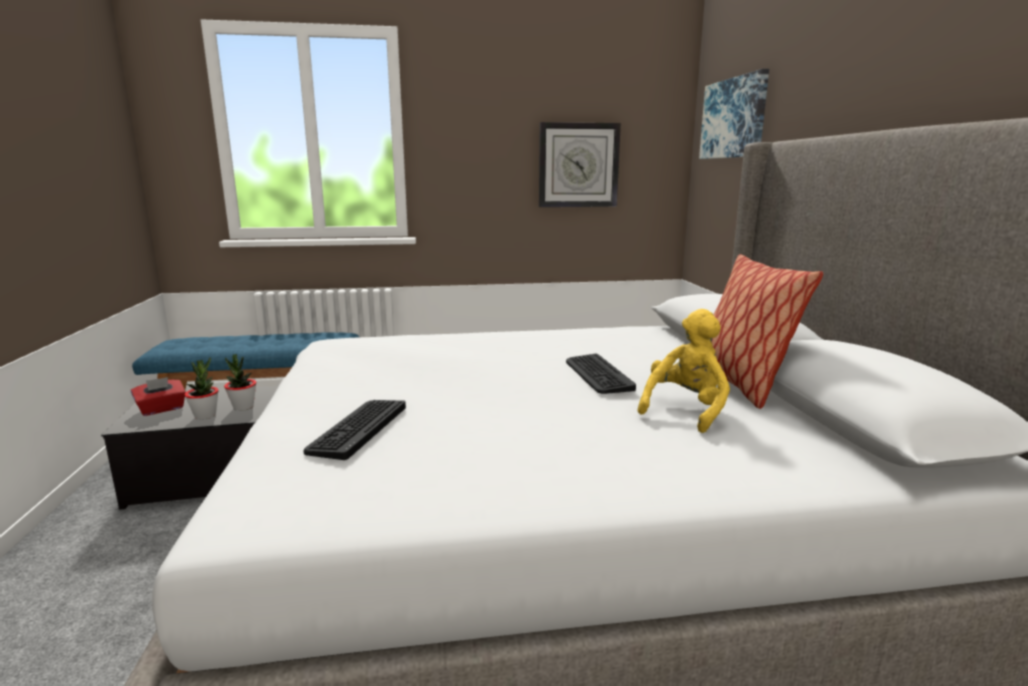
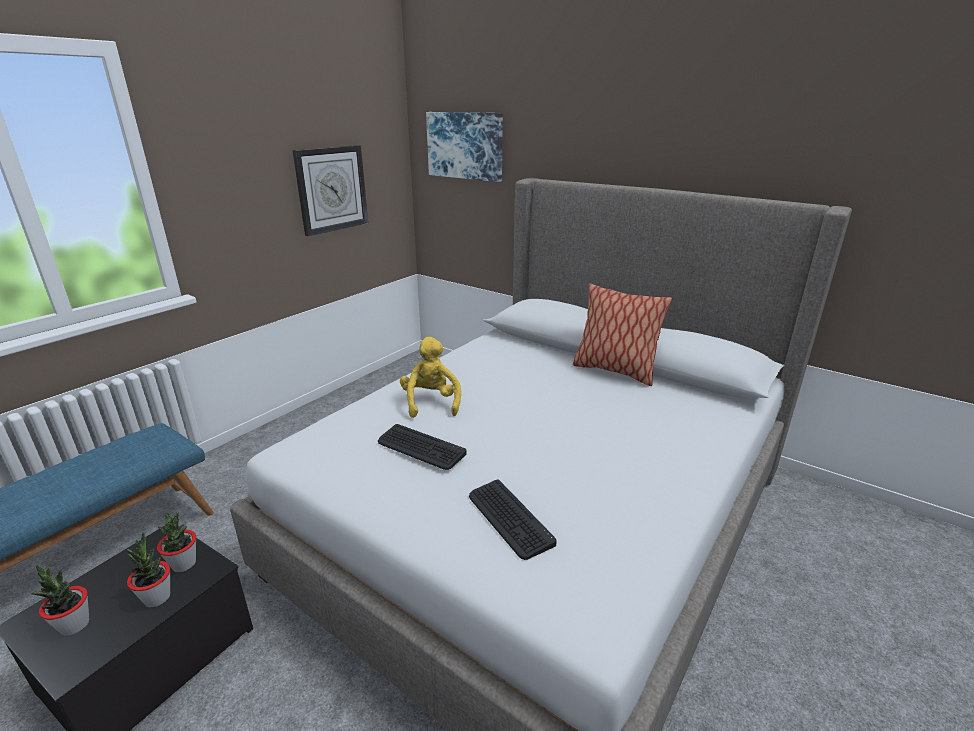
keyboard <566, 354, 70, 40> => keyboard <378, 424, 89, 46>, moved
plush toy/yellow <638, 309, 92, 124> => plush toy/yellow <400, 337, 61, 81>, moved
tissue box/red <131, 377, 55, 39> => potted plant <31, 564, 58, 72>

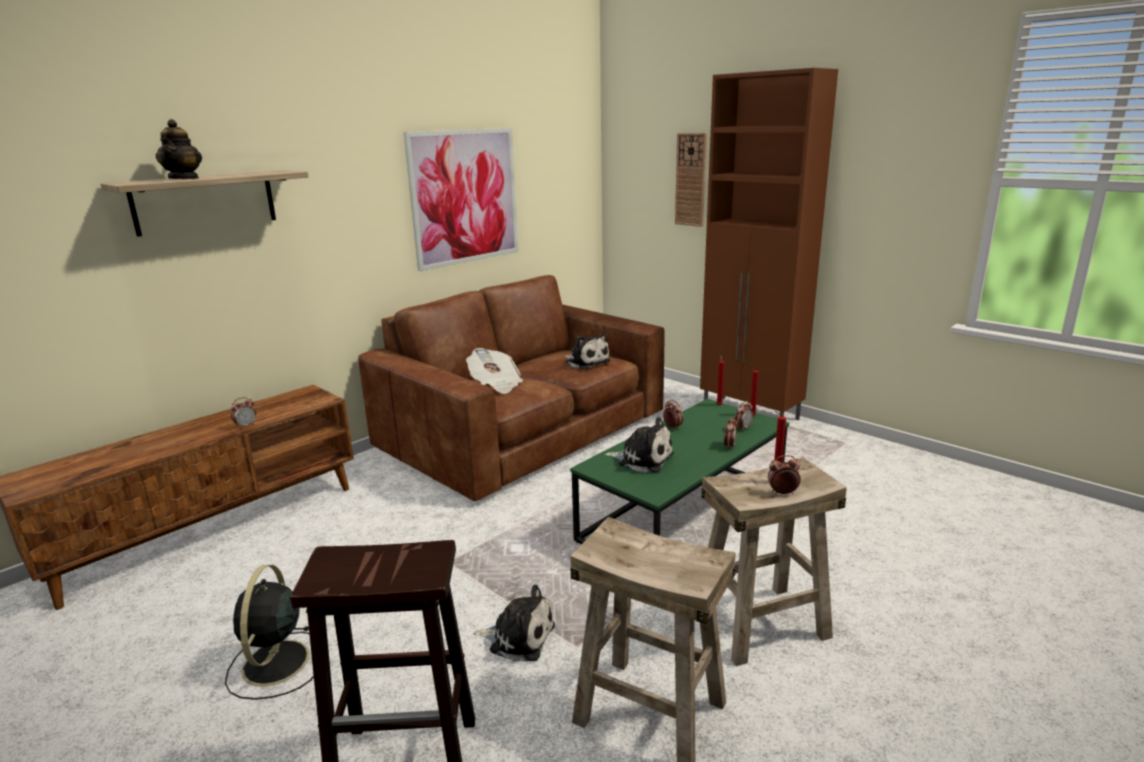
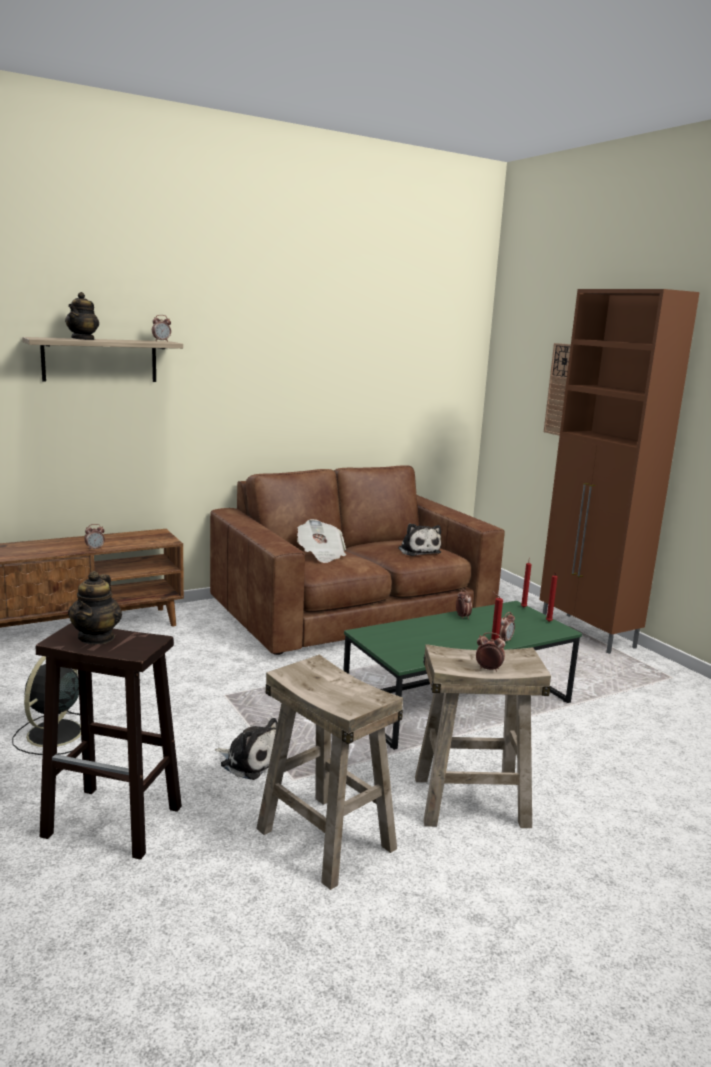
picture <404, 128, 115, 143> => nothing
plush toy <604, 417, 70, 55> => nothing
nothing => teapot <68, 571, 54, 74>
alarm clock <735, 401, 18, 29> => alarm clock <152, 315, 19, 27>, moved

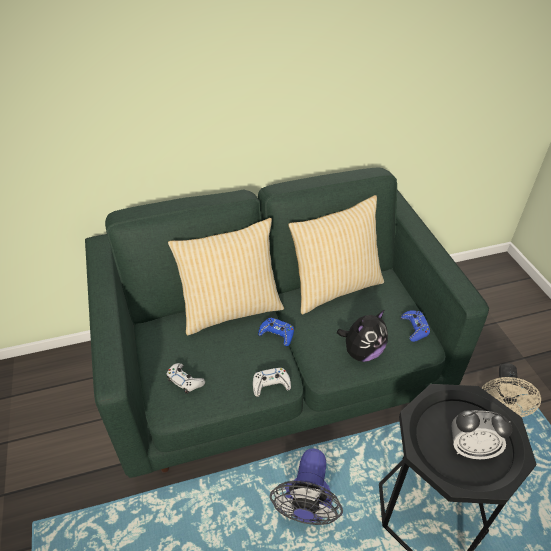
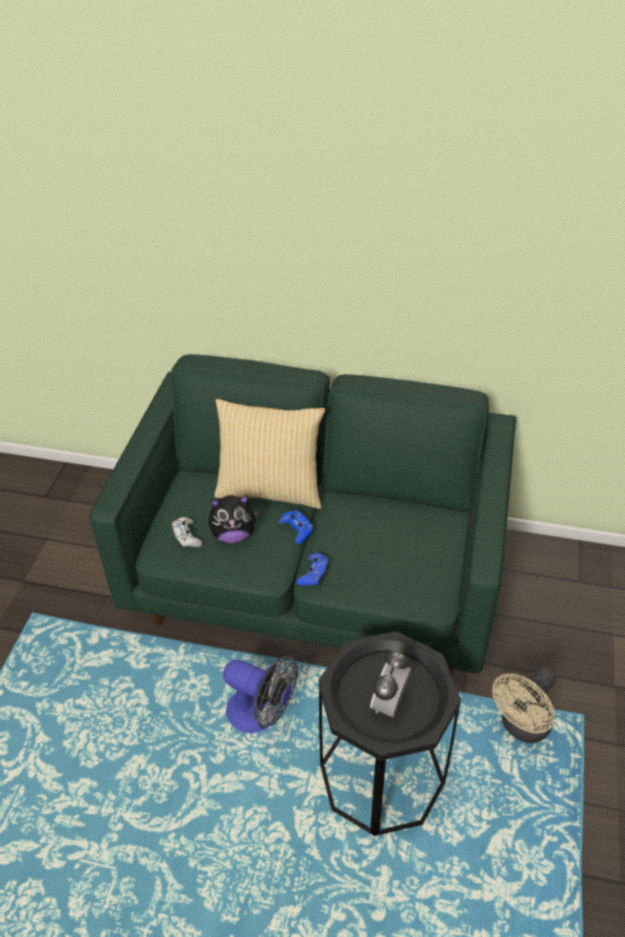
game controller/white <253, 368, 38, 29> => nothing
pillow <288, 195, 96, 120> => nothing
plush toy <337, 310, 51, 52> => plush toy <208, 495, 50, 48>, moved
game controller/blue <401, 310, 30, 32> => game controller/blue <297, 553, 32, 33>, moved
fan <270, 448, 73, 77> => fan <223, 655, 75, 79>, 105 degrees counterclockwise
alarm clock <452, 410, 60, 49> => alarm clock <370, 650, 42, 67>, 75 degrees clockwise

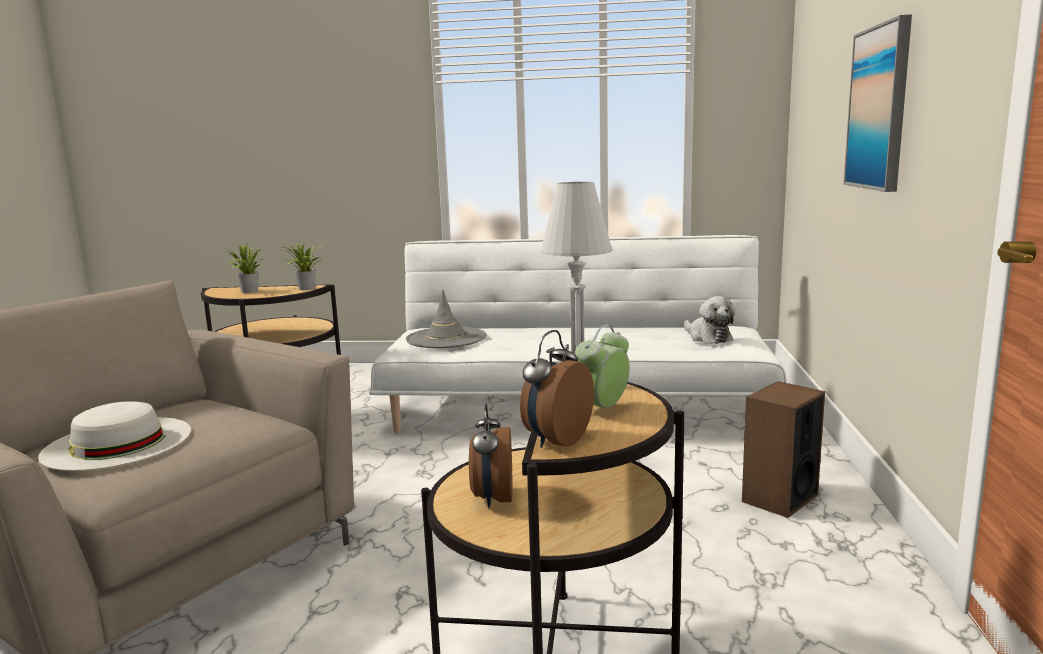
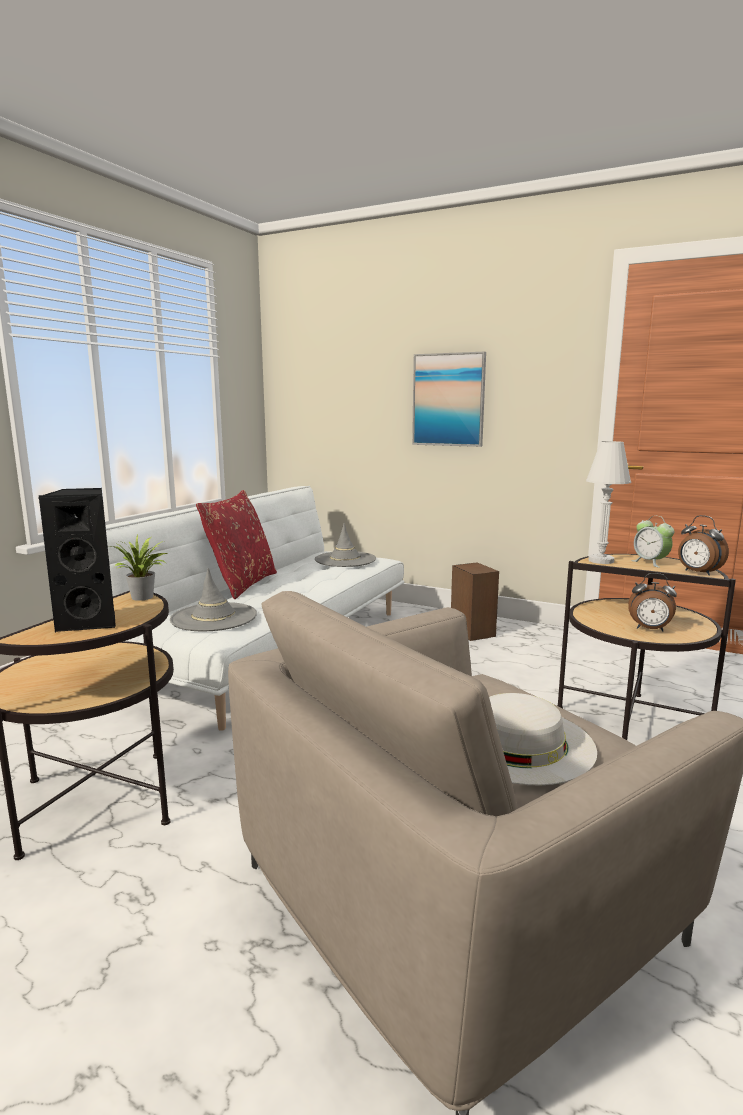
nothing => pillow/red <196, 490, 81, 109>
potted plant <223, 243, 42, 50> => speaker/black <39, 488, 77, 144>
plush toy <684, 296, 51, 48> => hat/grey <315, 523, 61, 44>

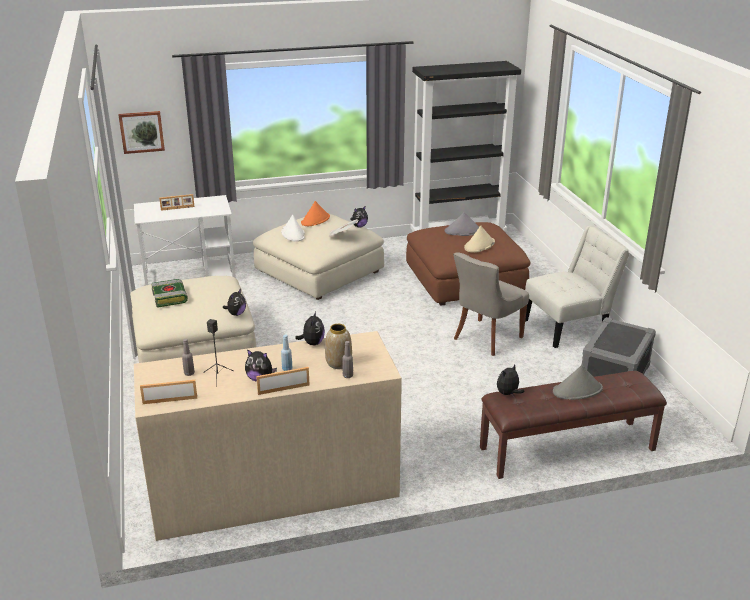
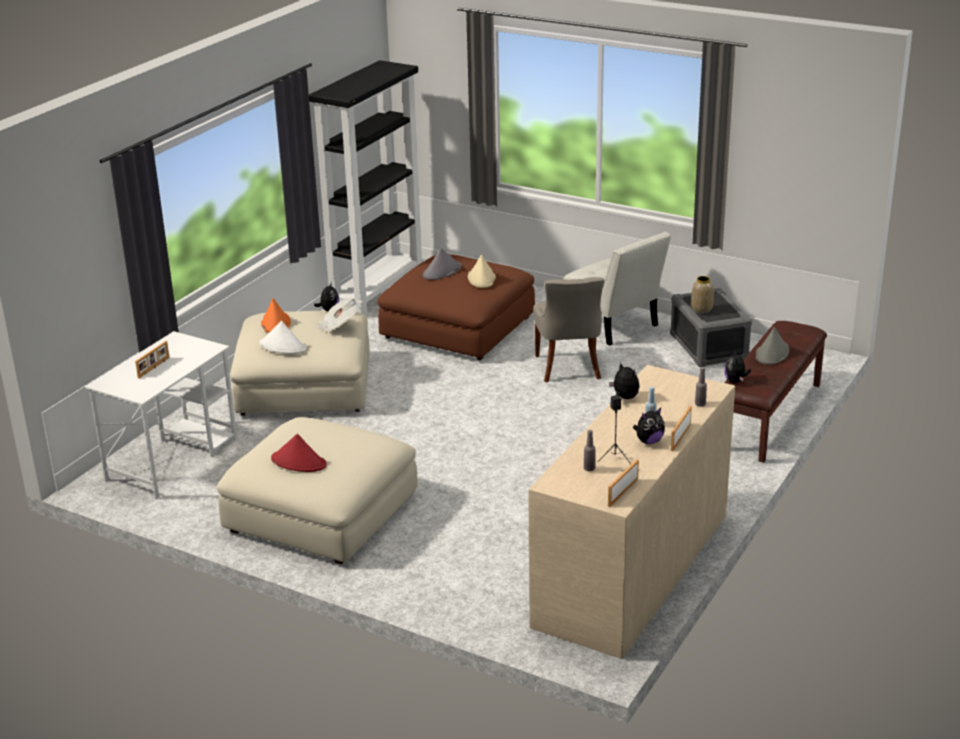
picture <118, 111, 47, 43> => nothing
plush toy <223, 289, 23, 27> => nothing
vase <325, 324, 27, 45> => vase <691, 276, 23, 38>, moved
book <151, 279, 37, 28> => hat/red <271, 434, 56, 38>
chair/white <525, 226, 105, 122> => chair/white <563, 232, 108, 114>, 120 degrees clockwise

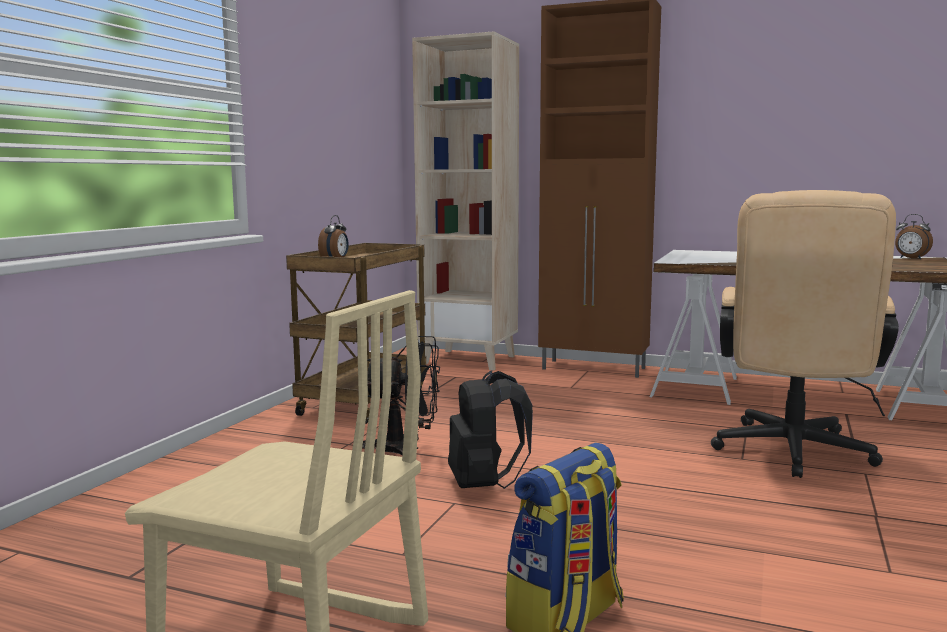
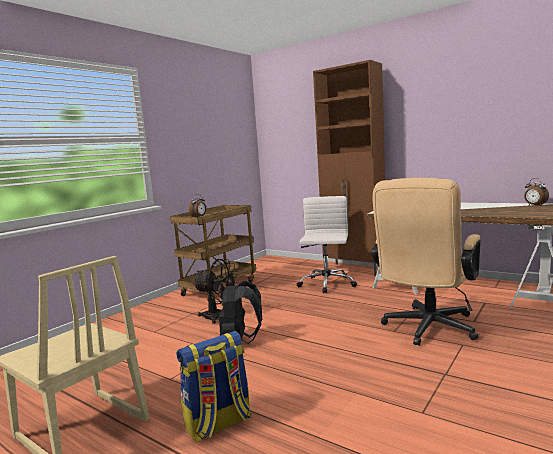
bookcase/beige <412, 31, 107, 339> => nothing
nothing => office chair/white <297, 196, 60, 97>

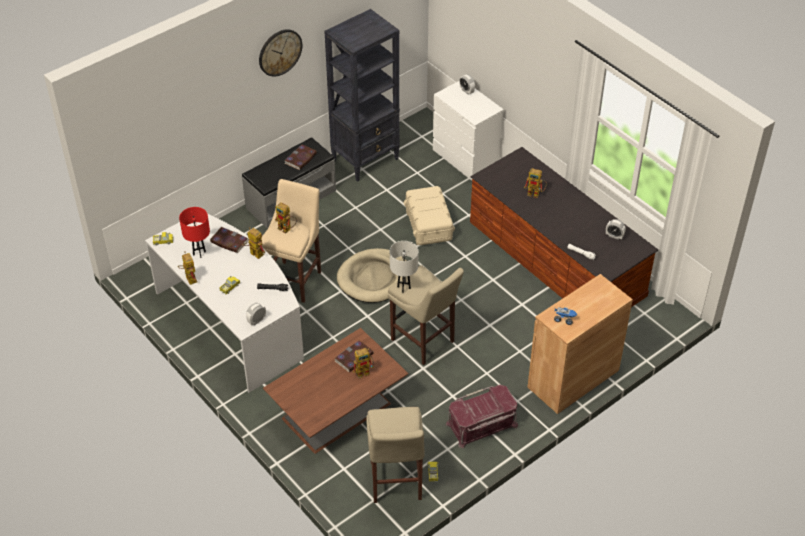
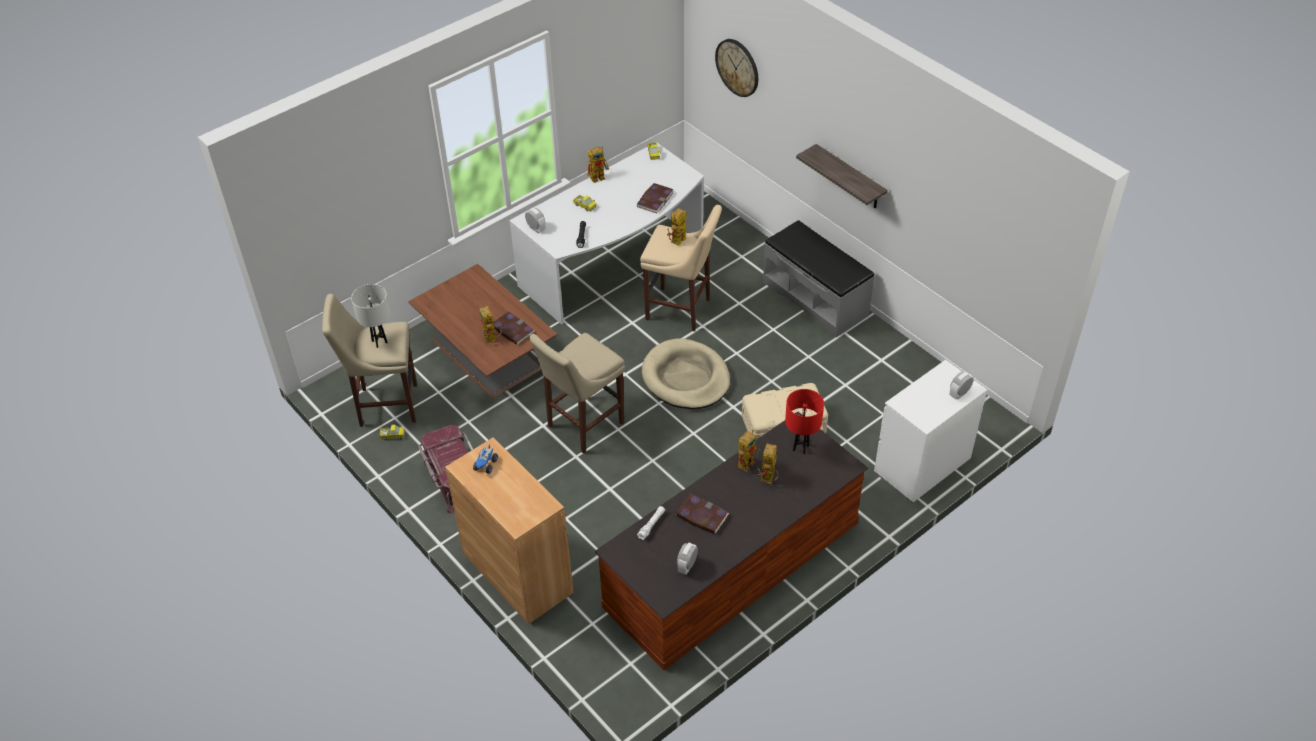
bookcase/black <324, 9, 76, 173> => nothing
nothing => shelf <796, 144, 92, 65>
table lamp/red <179, 207, 31, 51> => table lamp/red <785, 389, 39, 66>, moved
toy robot <242, 227, 23, 32> => toy robot <738, 430, 23, 42>, moved
wall clock <259, 29, 43, 48> => wall clock <715, 39, 43, 58>, moved
book <285, 145, 32, 25> => book <676, 494, 53, 40>, moved
table lamp/white <390, 241, 29, 52> => table lamp/white <351, 284, 40, 64>, moved

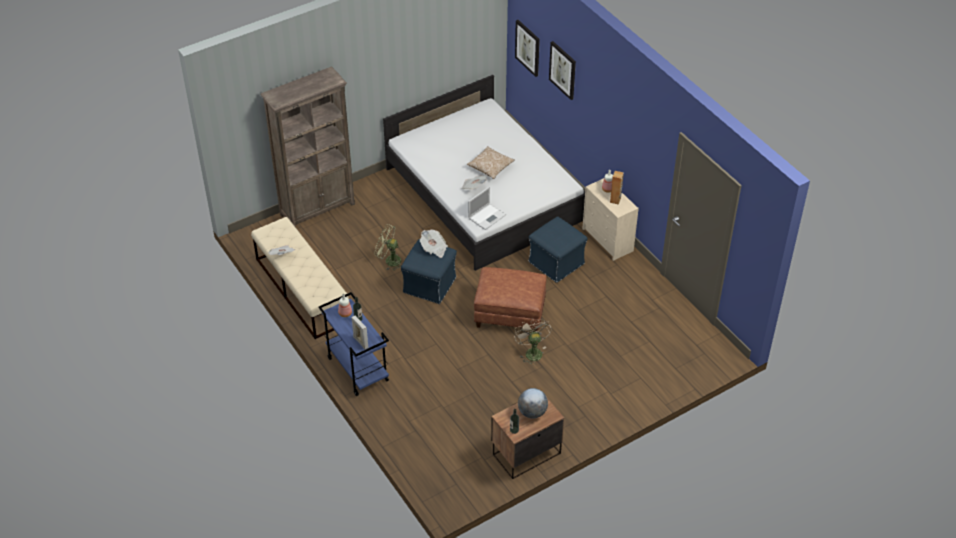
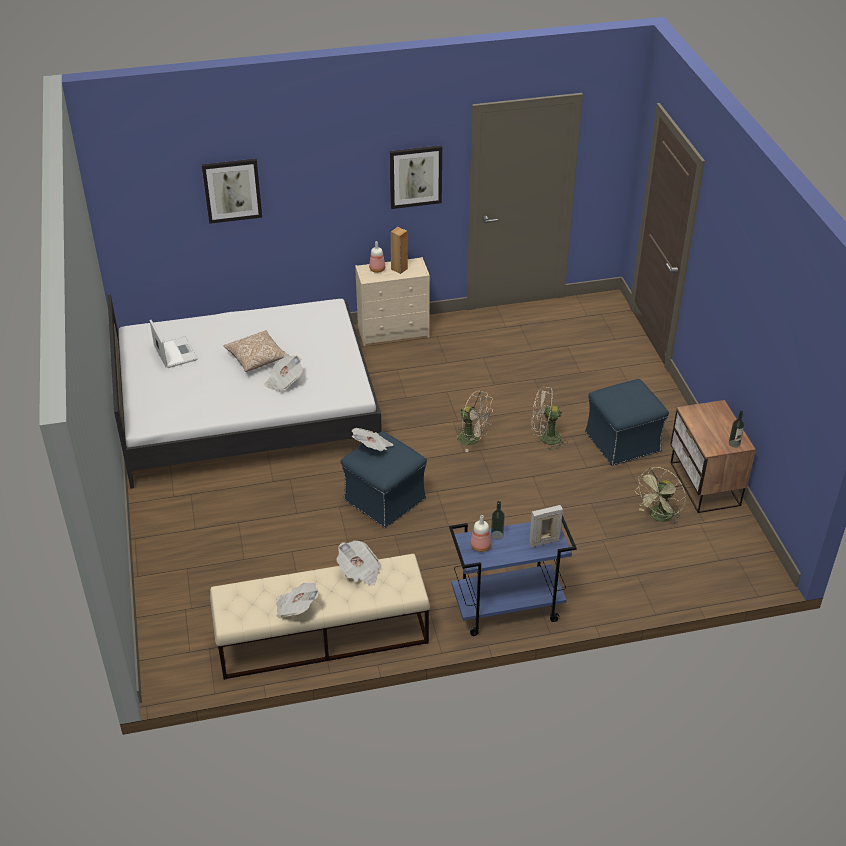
bookcase/brown <260, 67, 95, 160> => nothing
globe <518, 388, 30, 31> => nothing
nothing => newspaper <337, 541, 45, 45>
fan/green <375, 224, 26, 47> => fan/green <634, 467, 52, 58>, moved
laptop <468, 187, 38, 43> => laptop <150, 320, 48, 48>, moved
picture <515, 20, 25, 57> => picture <390, 145, 52, 64>, moved
ottoman/blue <528, 216, 60, 67> => ottoman/blue <585, 379, 84, 87>, moved
ottoman/brown <474, 267, 73, 64> => fan/beige <455, 390, 38, 62>

